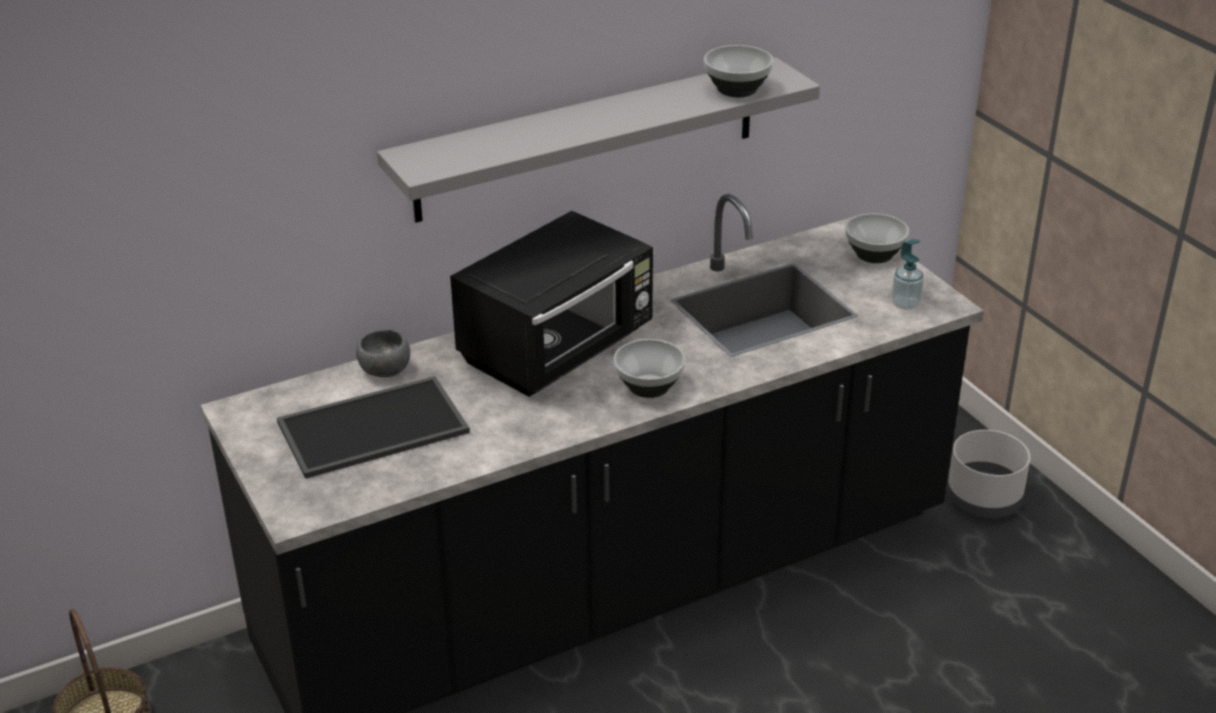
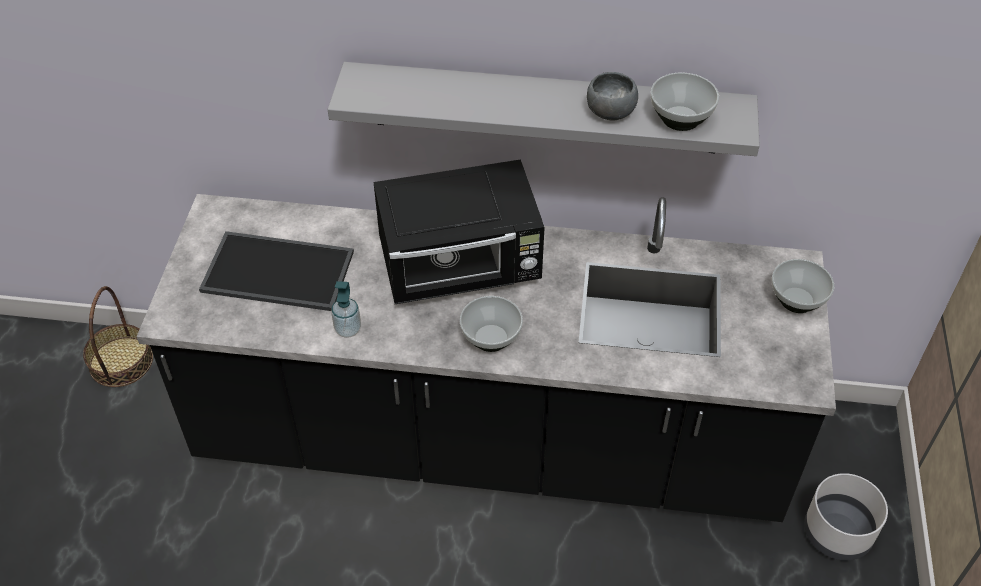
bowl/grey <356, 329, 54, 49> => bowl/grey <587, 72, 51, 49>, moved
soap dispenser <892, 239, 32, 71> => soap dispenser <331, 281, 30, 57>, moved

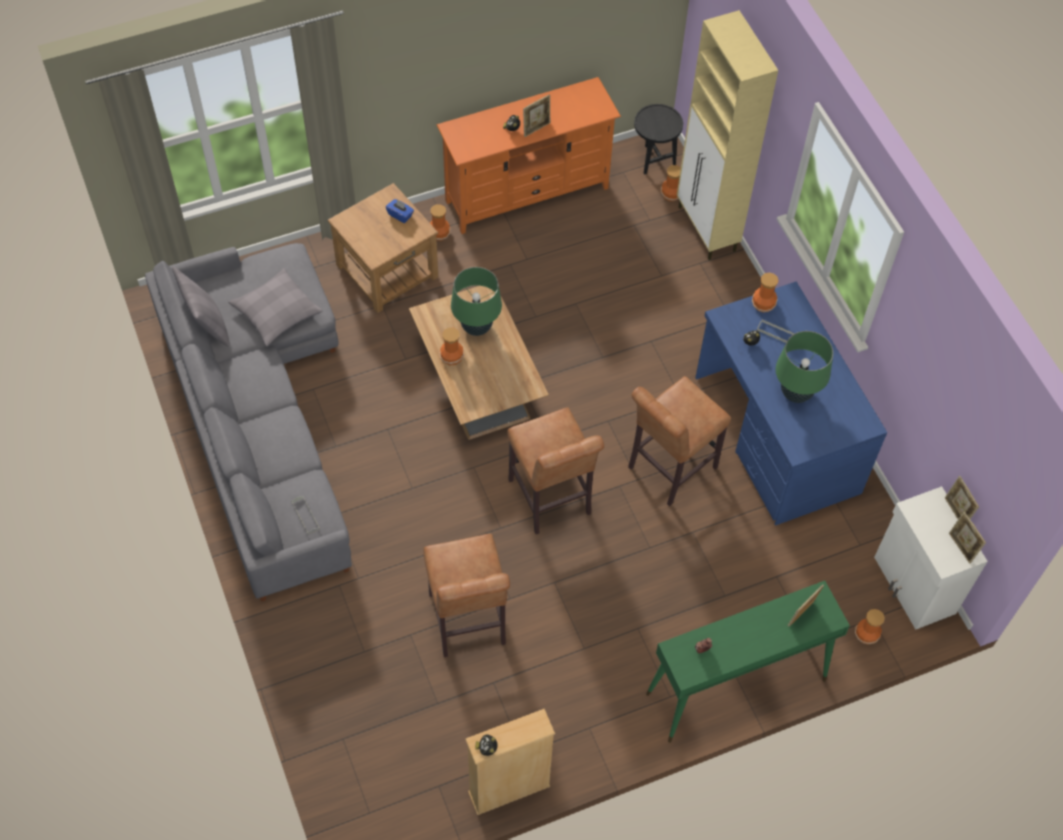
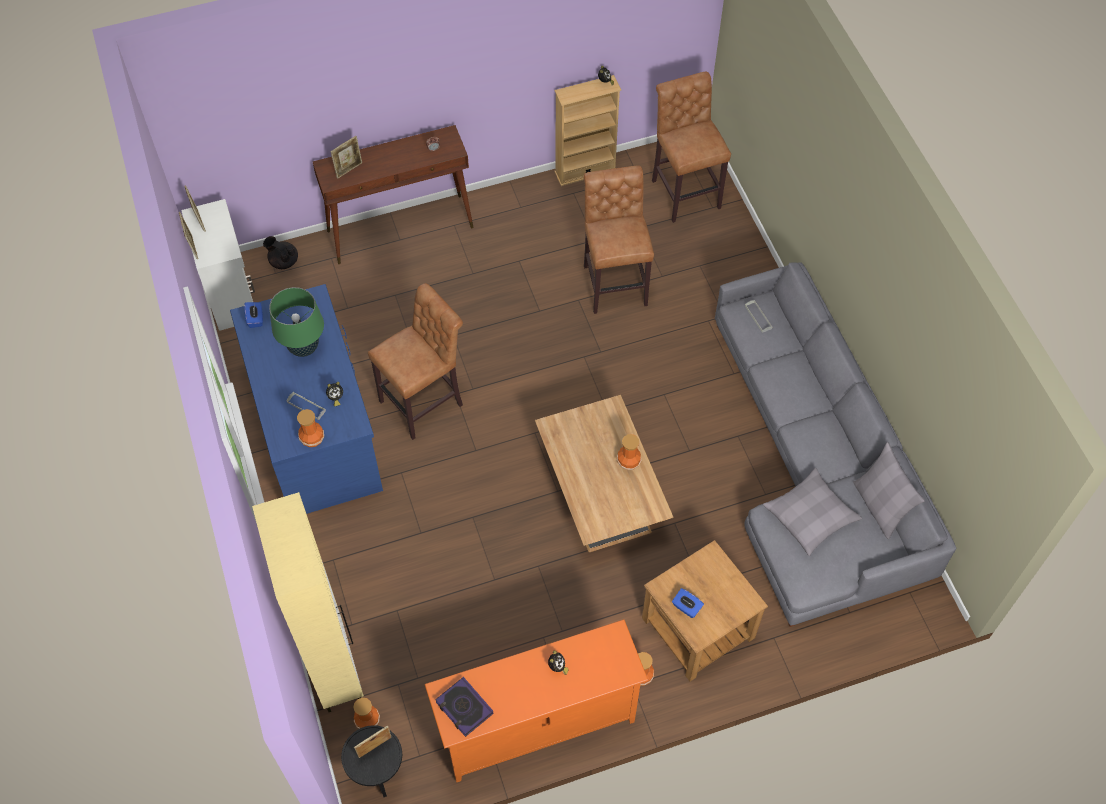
table lamp/green <451, 267, 51, 69> => nothing
nothing => tissue box/blue <244, 302, 19, 26>
nothing => book <435, 677, 59, 60>
stool/brown <508, 407, 96, 127> => stool/brown <652, 71, 79, 152>, moved
picture frame <523, 94, 27, 43> => picture frame <354, 726, 37, 32>, moved
vase <855, 609, 30, 36> => teapot/black <263, 236, 35, 33>
console table/green <646, 581, 204, 162> => console table/brown <313, 125, 160, 139>

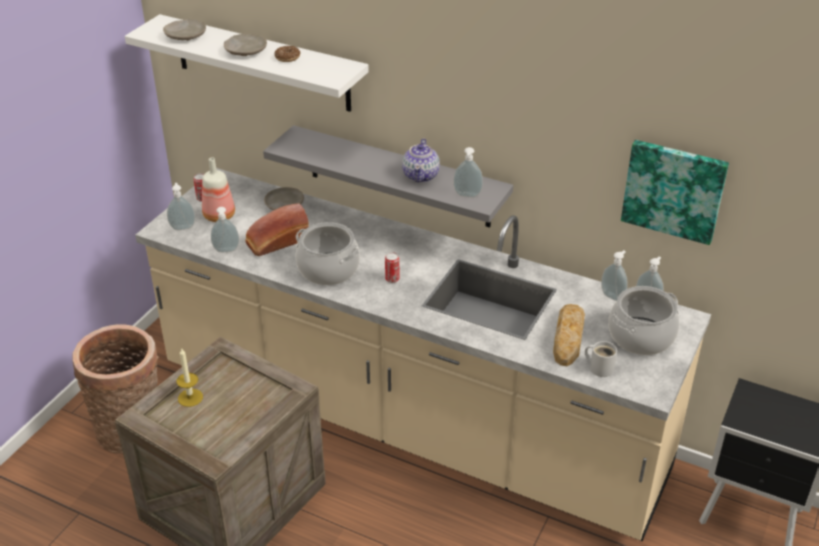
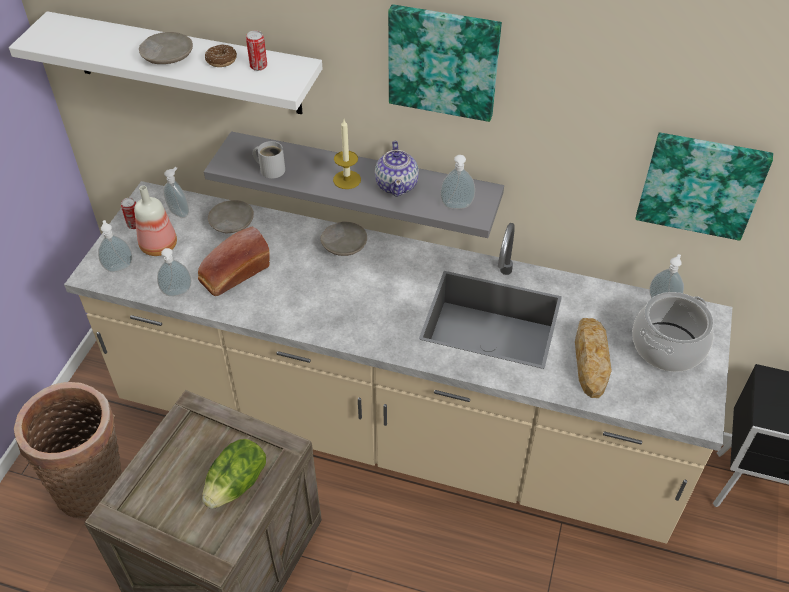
cooking pot <296, 222, 64, 63> => nothing
nothing => lettuce <202, 439, 64, 70>
nothing => picture <388, 4, 114, 118>
plate/beige <163, 19, 43, 22> => plate/beige <320, 222, 47, 34>, moved
candle <177, 348, 26, 59> => candle <333, 119, 28, 70>, moved
can <385, 252, 14, 31> => can <246, 31, 21, 40>, moved
mug/white <585, 341, 32, 36> => mug/white <253, 141, 32, 38>, moved
soap dispenser <601, 250, 27, 51> => soap dispenser <163, 167, 26, 51>, moved

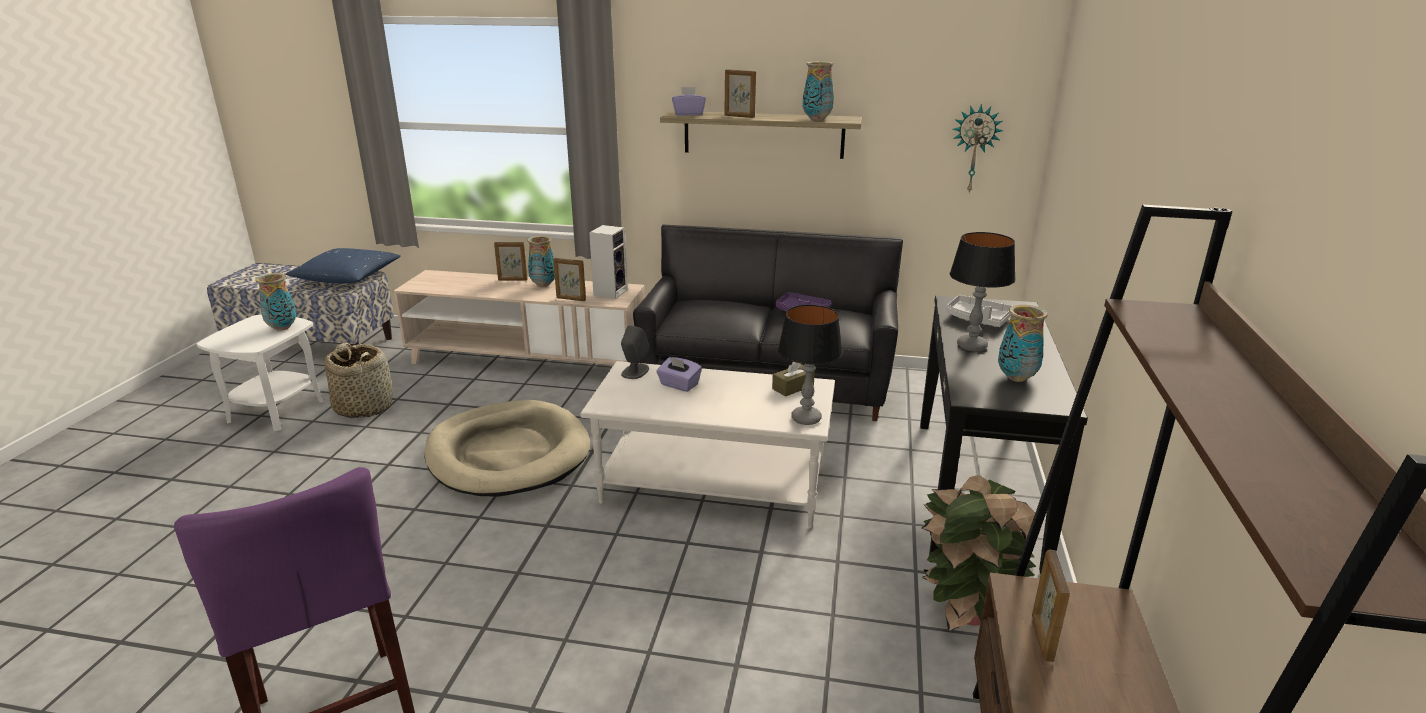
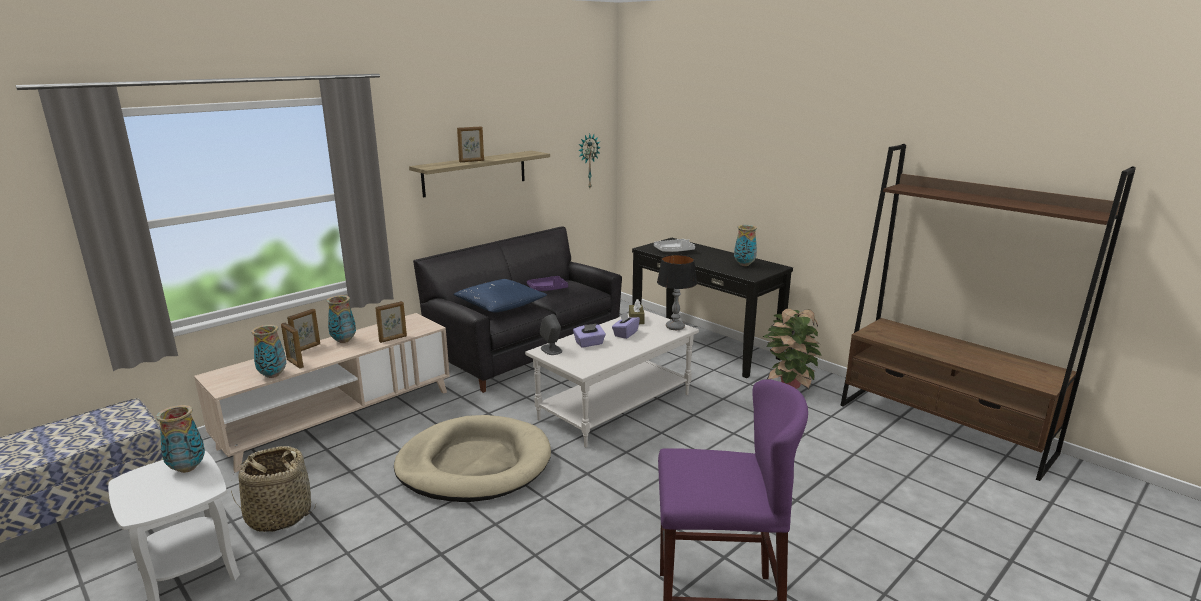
speaker <589, 225, 39, 74> => nothing
table lamp <950, 232, 66, 119> => nothing
pillow/blue <286, 248, 115, 36> => pillow/blue <453, 279, 94, 33>, moved
tissue box/purple <672, 87, 34, 29> => tissue box/purple <612, 312, 28, 27>, moved
vase <803, 61, 31, 60> => vase <251, 325, 35, 53>, moved
picture frame <1032, 550, 38, 112> => picture frame <281, 323, 23, 46>, moved

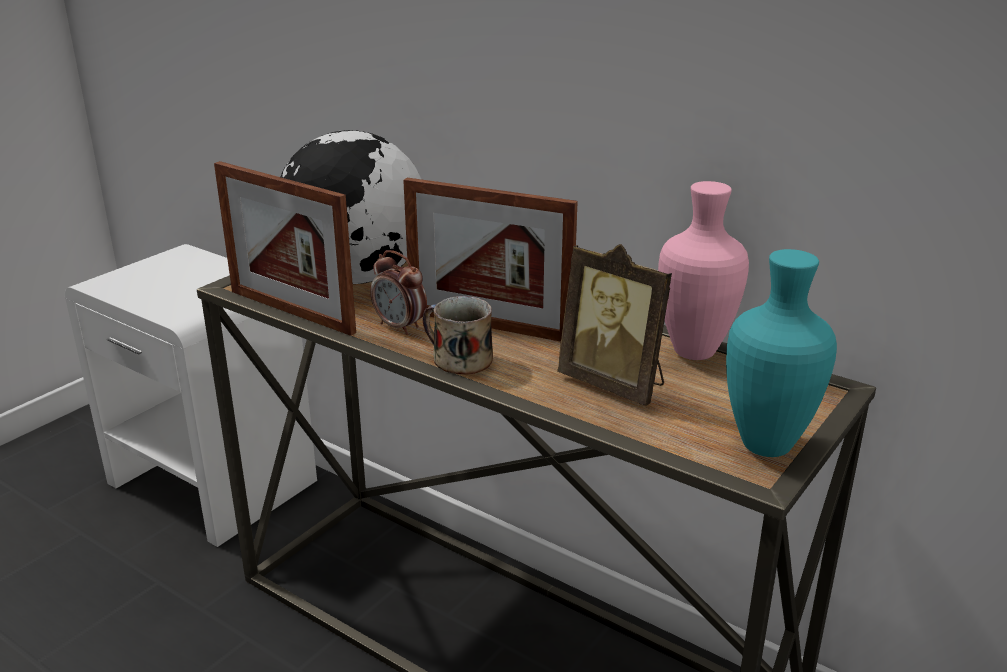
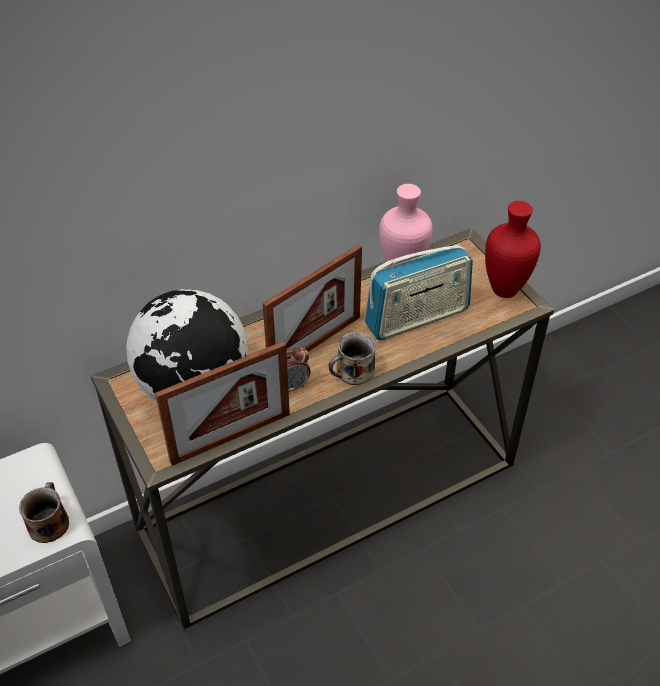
nothing => mug <19, 482, 50, 61>
picture frame <557, 244, 115, 162> => radio <365, 244, 108, 96>
vase/turquoise <726, 249, 111, 208> => vase/red <485, 201, 56, 97>

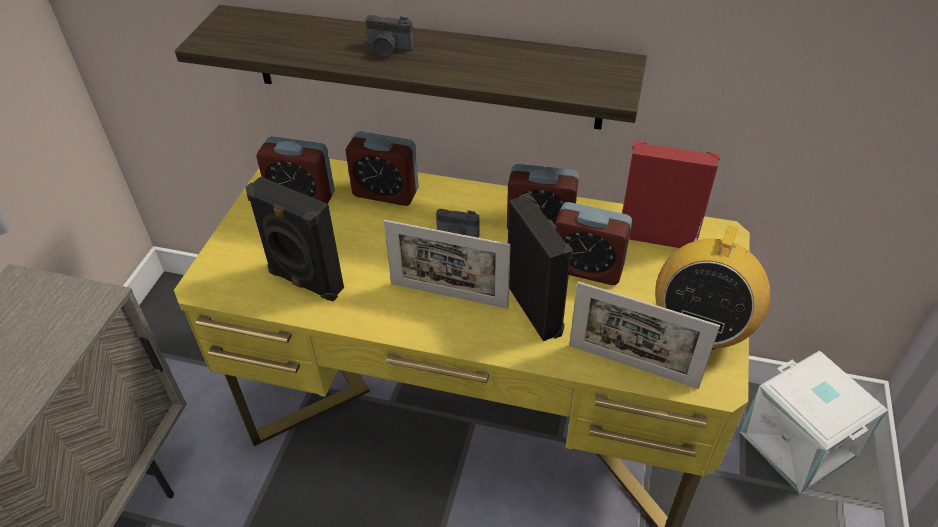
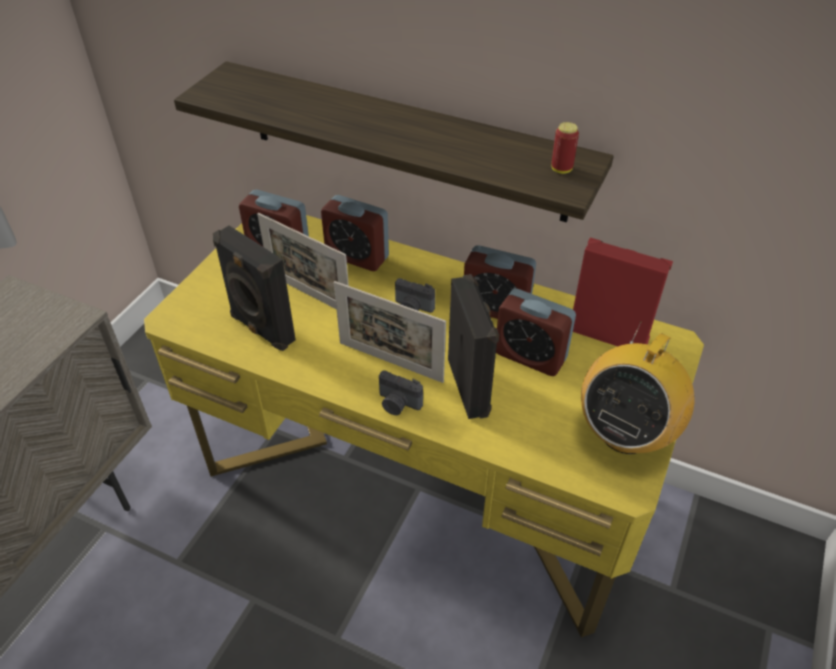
storage box/white <740, 350, 148, 144> => nothing
nothing => can <551, 122, 28, 52>
photo camera <365, 15, 49, 42> => photo camera <379, 370, 44, 45>, moved
picture frame <569, 281, 151, 108> => picture frame <257, 213, 92, 96>, moved

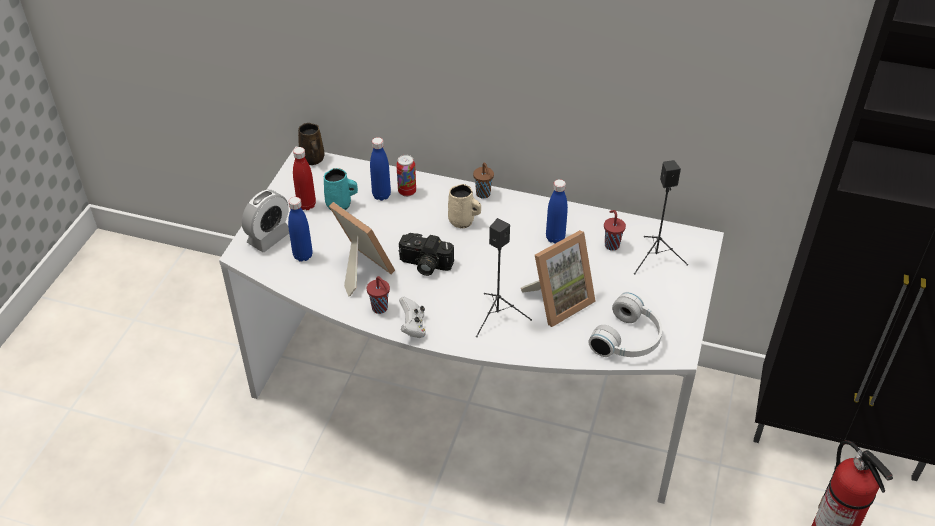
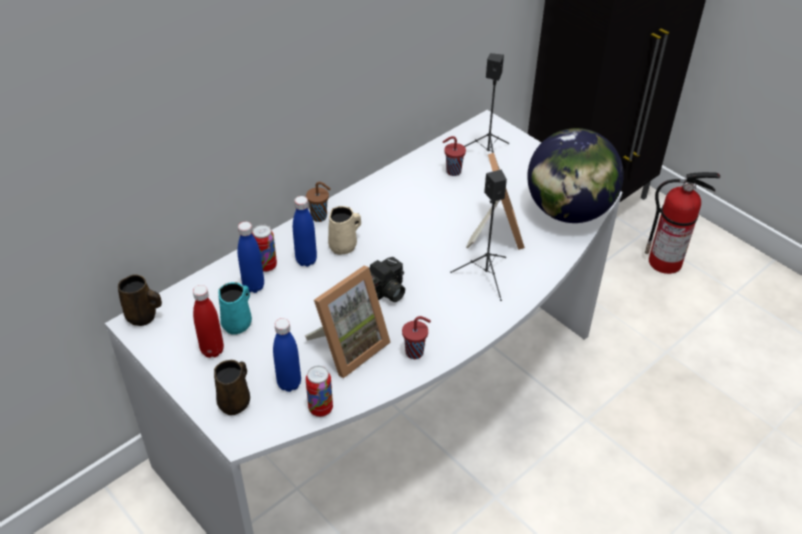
game controller/white <399, 297, 27, 41> => nothing
nothing => can <306, 366, 27, 51>
bottle/blue <546, 179, 22, 65> => bottle/blue <293, 196, 24, 71>, moved
alarm clock <242, 190, 47, 62> => mug/brown <214, 360, 36, 55>
headphones/white <588, 292, 74, 65> => globe <527, 128, 97, 95>
picture frame <329, 202, 66, 95> => picture frame <305, 266, 86, 112>, 150 degrees clockwise

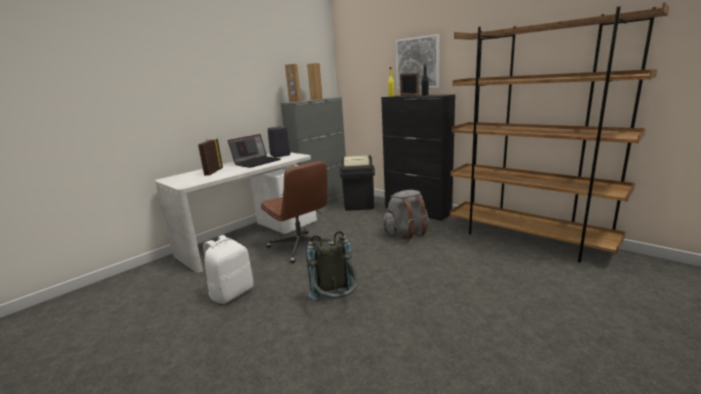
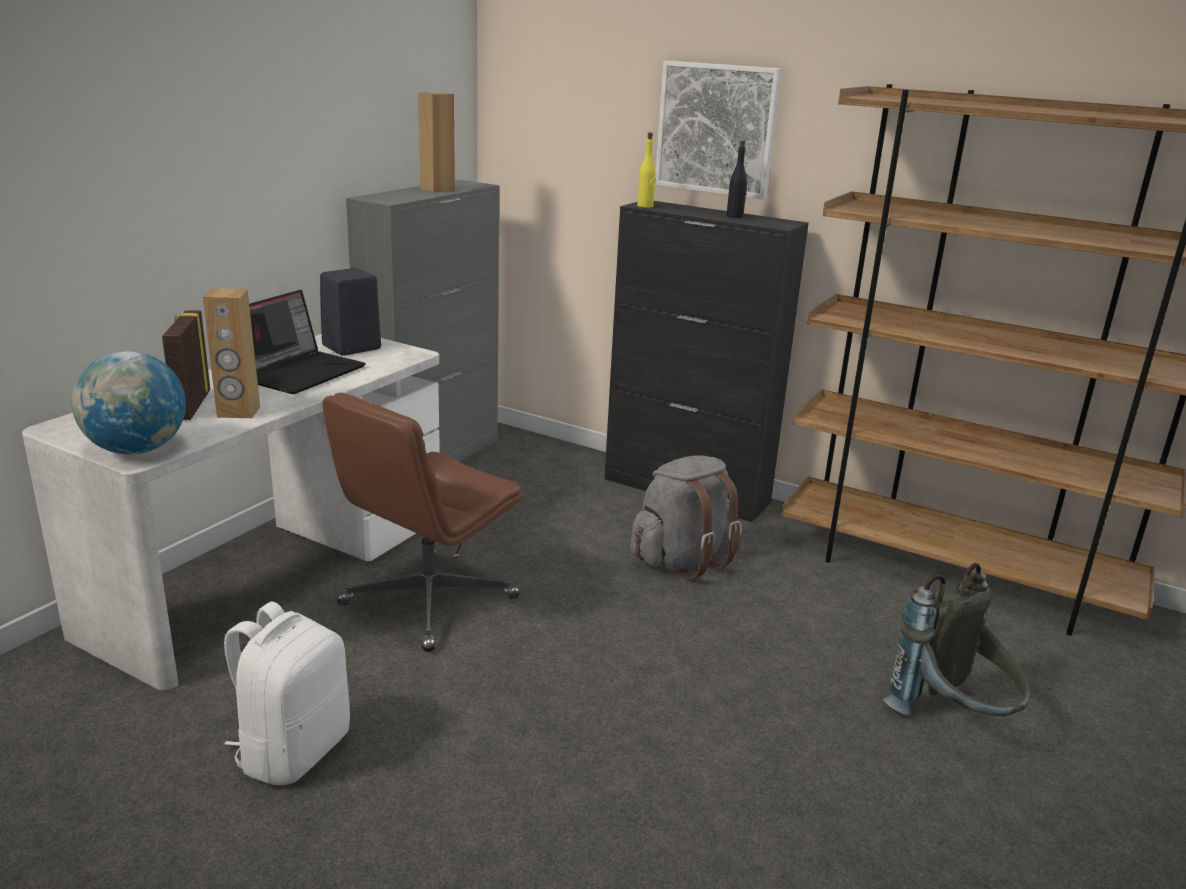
trash can/black <340, 155, 35, 56> => nothing
picture frame <400, 72, 19, 24> => nothing
nothing => globe <72, 351, 114, 104>
speaker/brown <285, 64, 16, 39> => speaker/brown <203, 288, 57, 130>, moved
backpack/grey <306, 231, 52, 69> => backpack/grey <883, 563, 147, 153>, moved
office chair/brown <261, 161, 73, 102> => office chair/brown <322, 392, 201, 260>, 90 degrees clockwise

